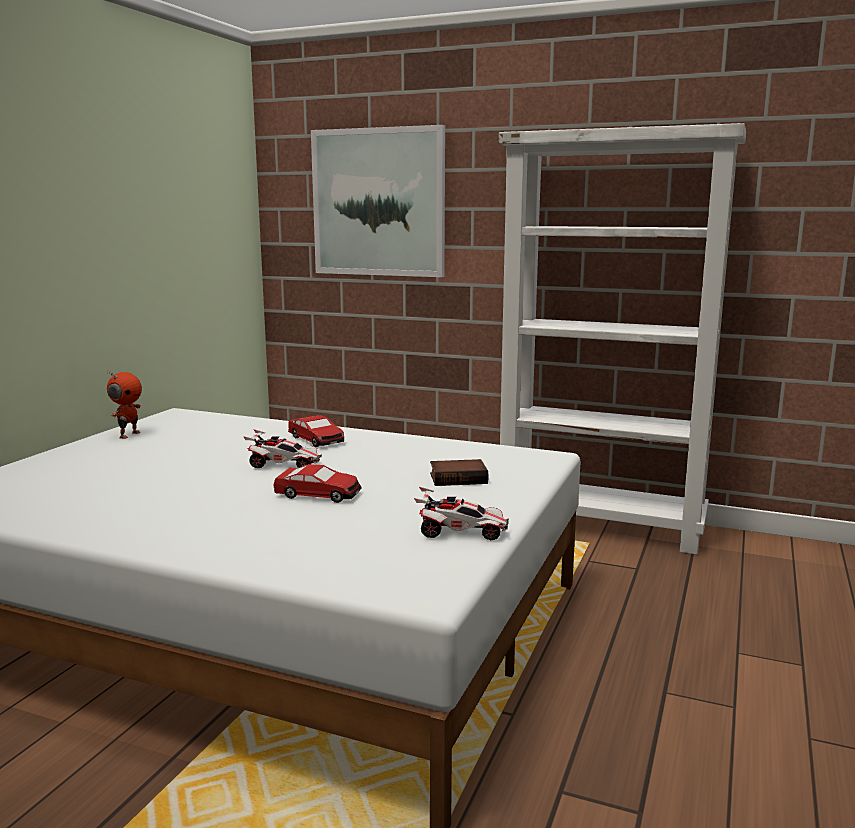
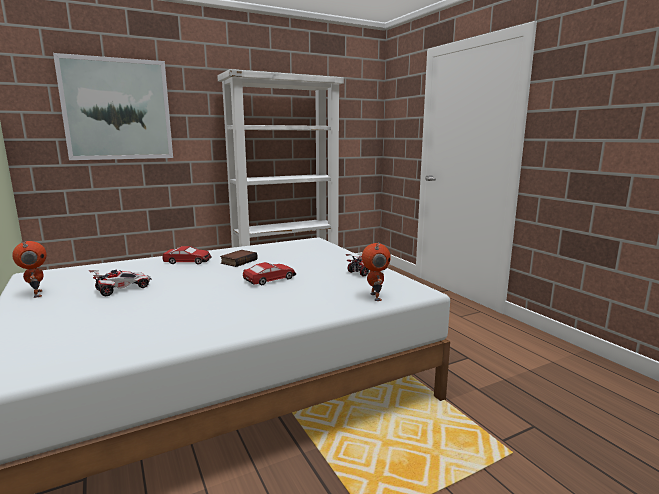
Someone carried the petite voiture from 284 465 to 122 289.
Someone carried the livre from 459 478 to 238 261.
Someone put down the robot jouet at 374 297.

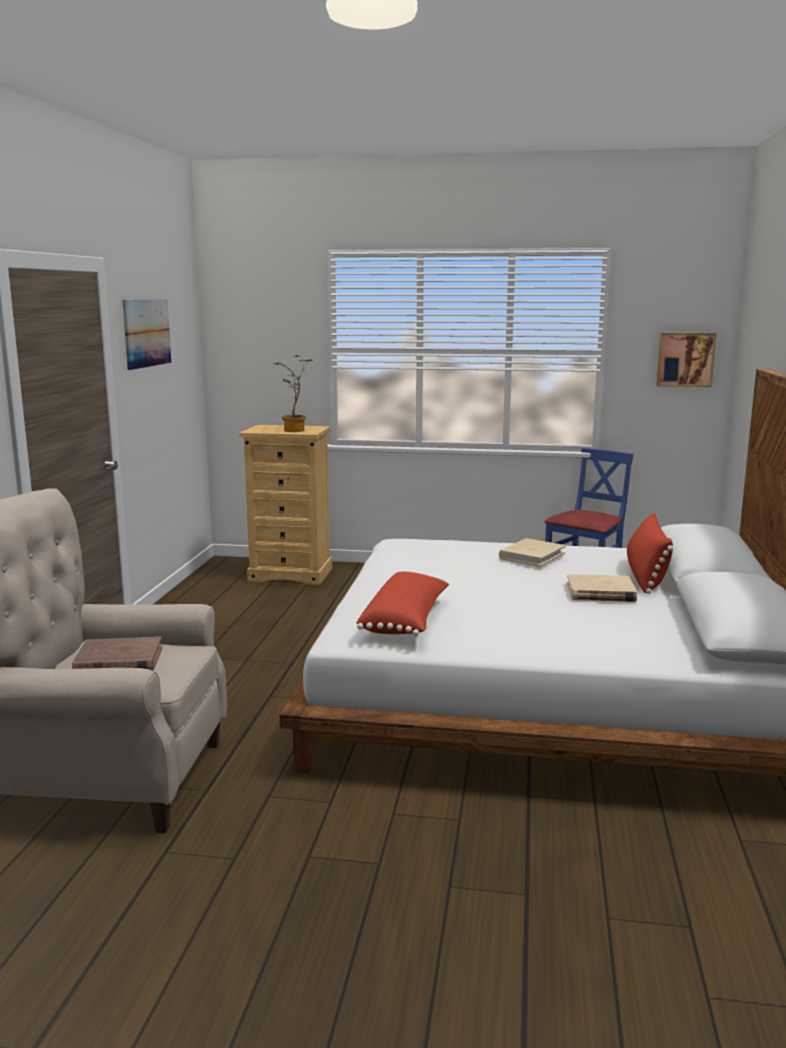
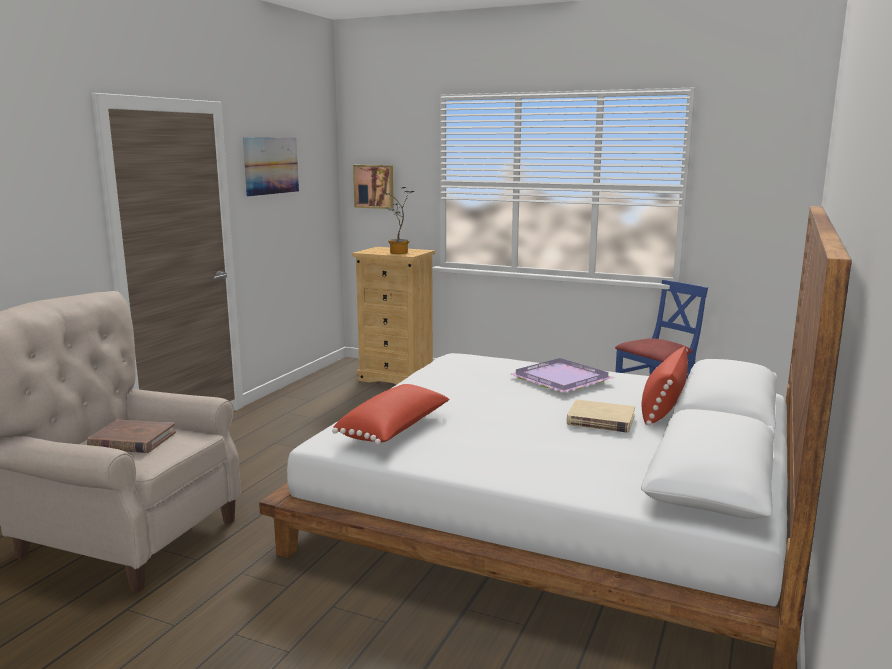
Someone swapped the livre/beige at 532 556 for the plateau/violet at 563 379.
Someone carried the tableau from 685 359 to 374 186.

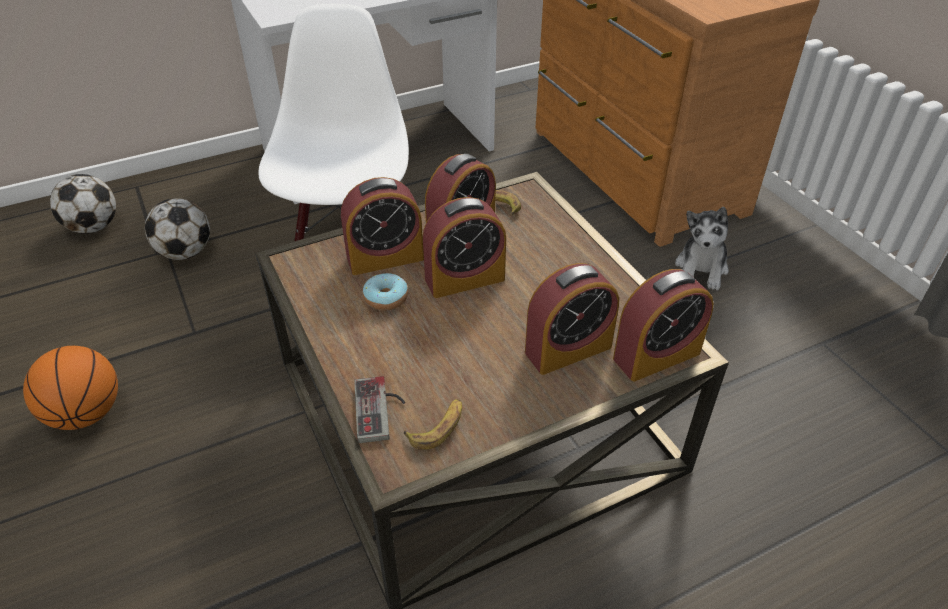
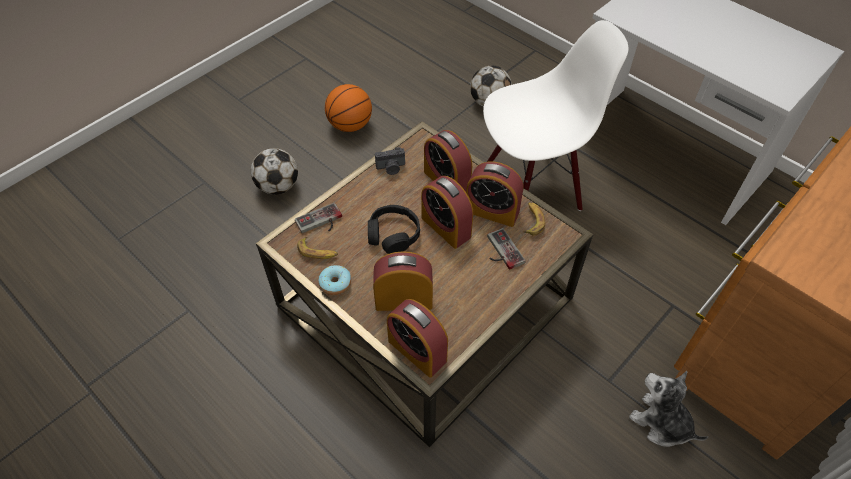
Someone carried the ballon de foot from 93 227 to 278 186.
Someone carried the beignet from 386 298 to 335 283.
Someone rotated the réveil at 568 349 by 135 degrees clockwise.
Someone rotated the peluche at 701 269 by 45 degrees clockwise.
Someone put down the casque audio/noir at 393 234.
Someone put down the appareil photo at 391 168.
Someone put down the manette at 500 251.

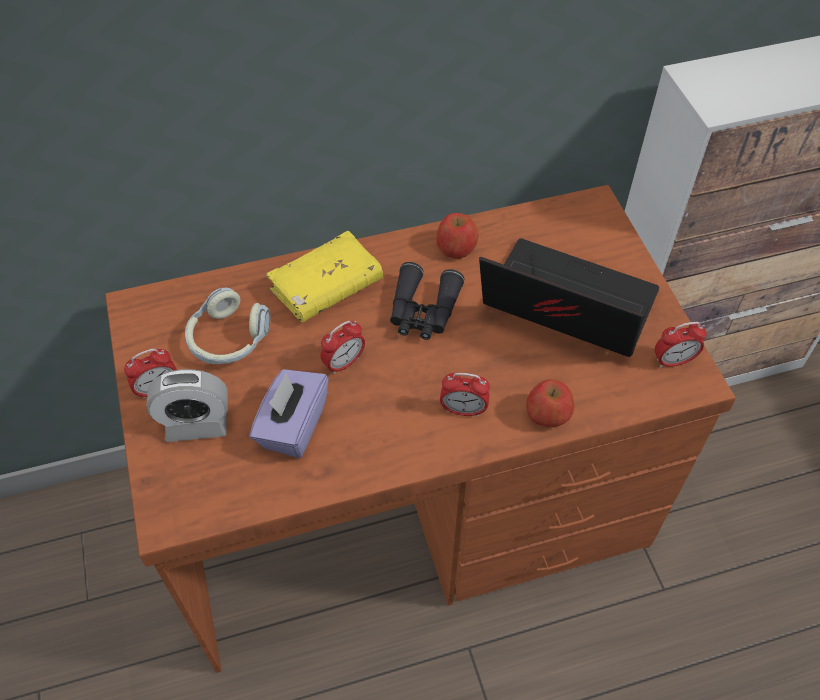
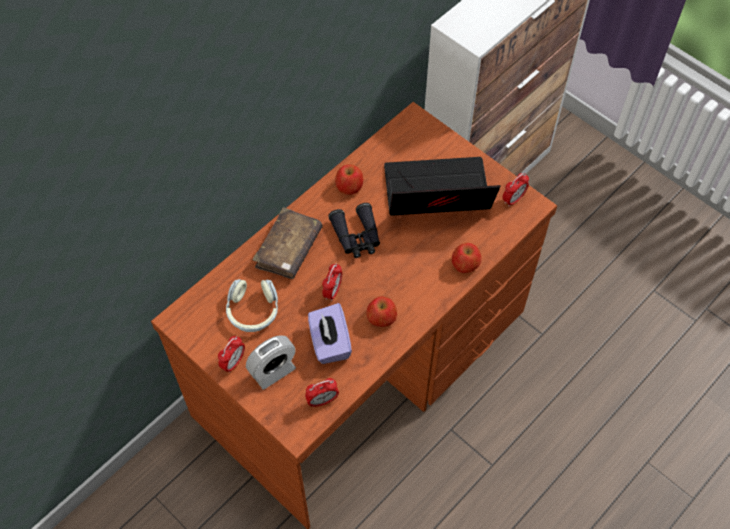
Someone repainted the livre/jaune at 326 287, which became the livre/marron at 289 249.
Someone carried the réveil from 463 410 to 322 400.
Someone put down the pomme at 381 317.

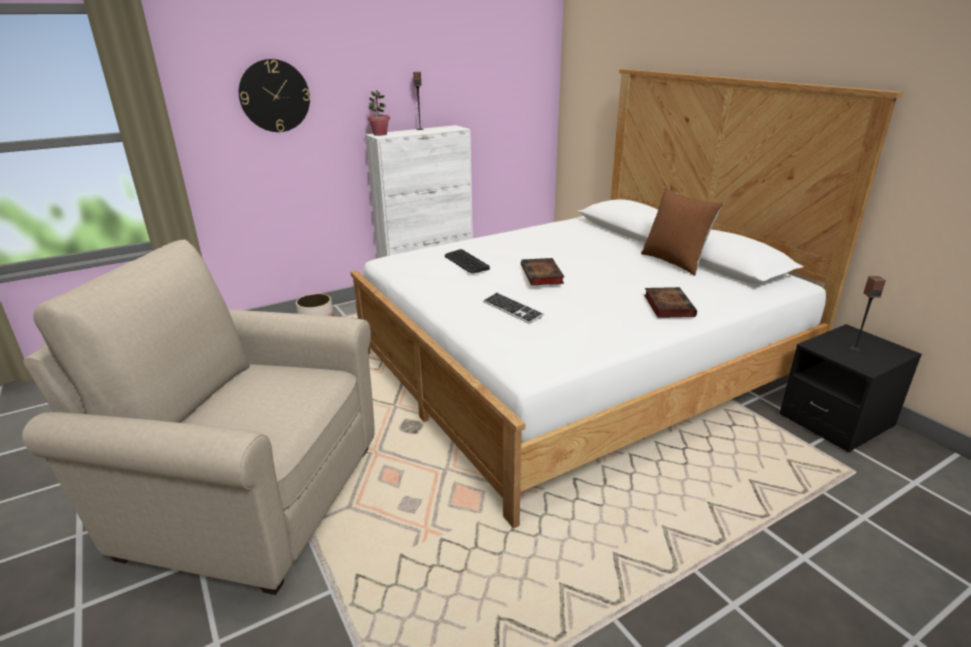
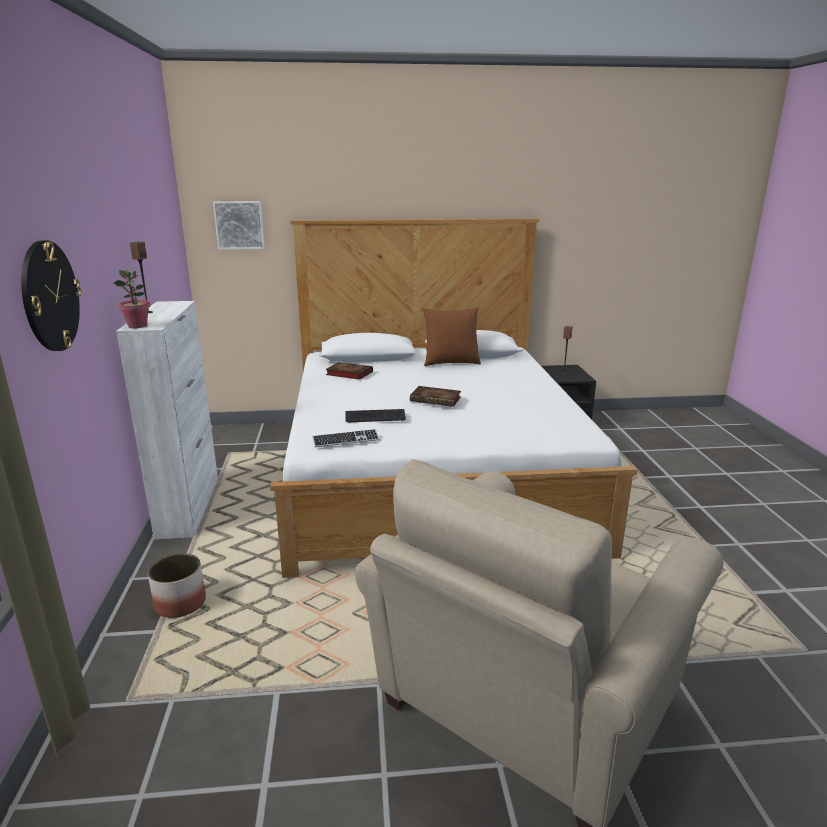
Someone carried the clavier from 512 309 to 346 440.
Someone carried the livre from 667 305 to 348 373.
Someone put up the tableau at 239 225.

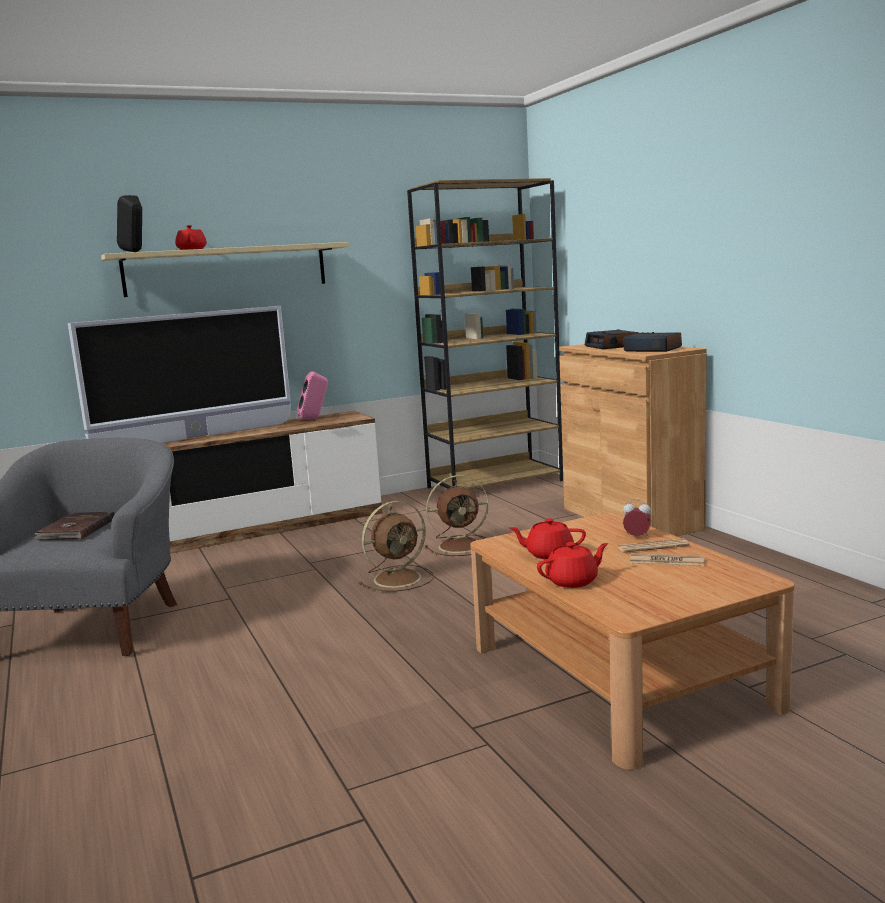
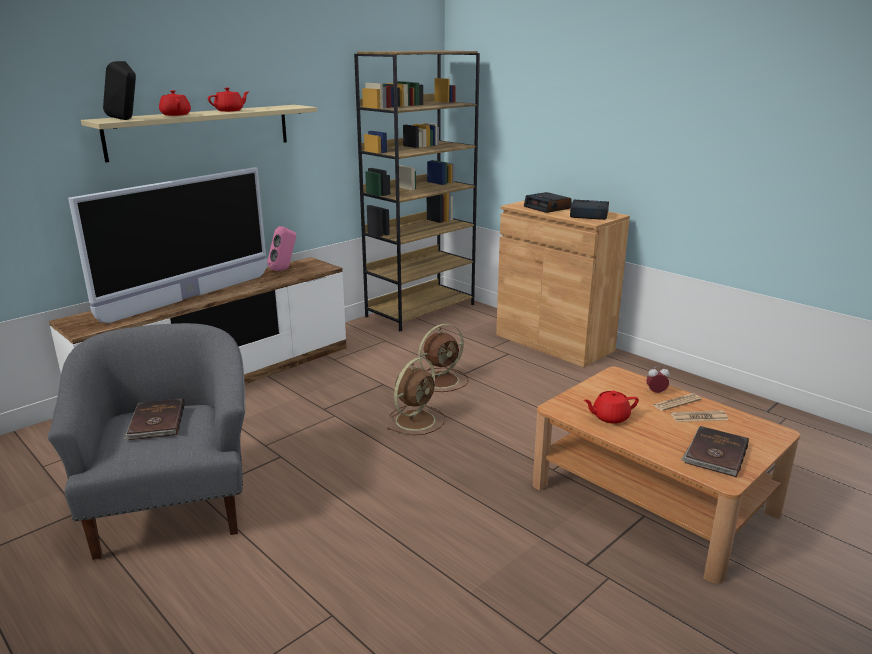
Someone carried the théière/rouge from 573 581 to 230 111.
Someone put down the livre/marron at 715 454.

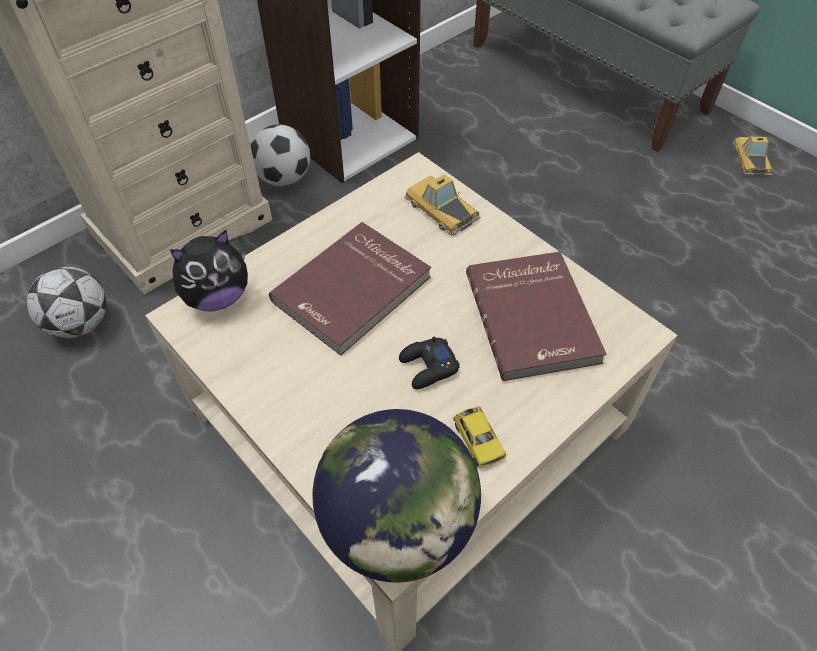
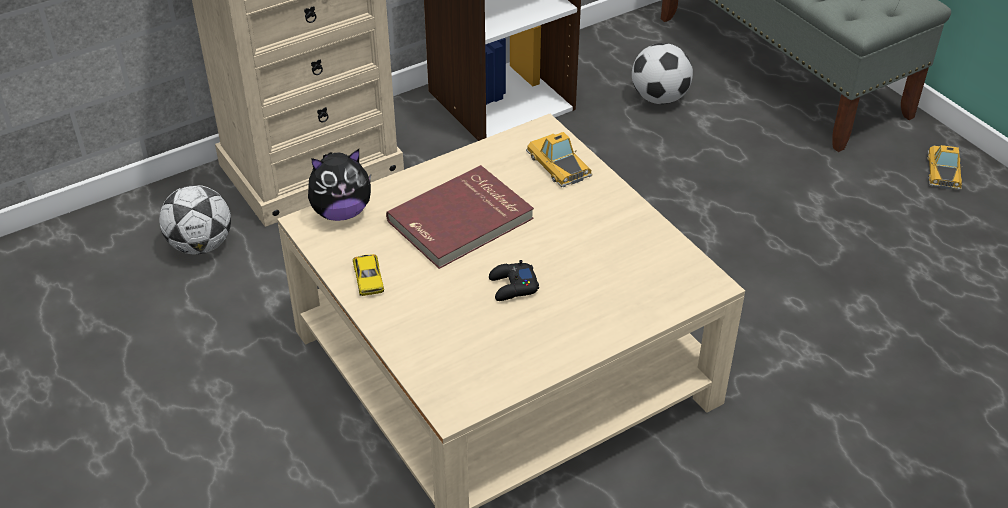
Someone carried the ballon de foot from 284 178 to 659 98.
Someone took away the globe at 397 524.
Someone carried the petite voiture from 478 441 to 368 280.
Someone took away the livre/rouge at 534 317.

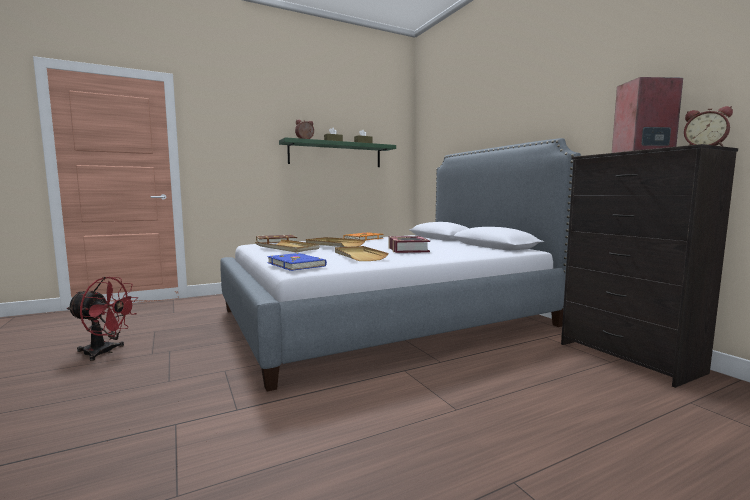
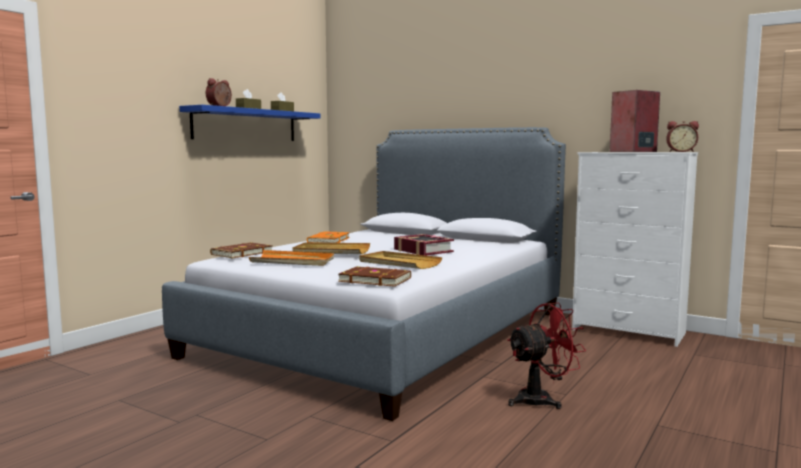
Someone carried the ventilateur/rouge from 105 352 to 541 399.
Someone repainted the plateau/beige at 288 248, which became the plateau/orange at 293 261.
Someone repainted the livre/bleu at 297 264, which became the livre/marron at 375 279.
Someone repainted the étagère/vert at 336 154, which became the étagère/bleu at 246 125.
Someone repainted the commode/noir at 629 358, which became the commode/blanc at 629 332.

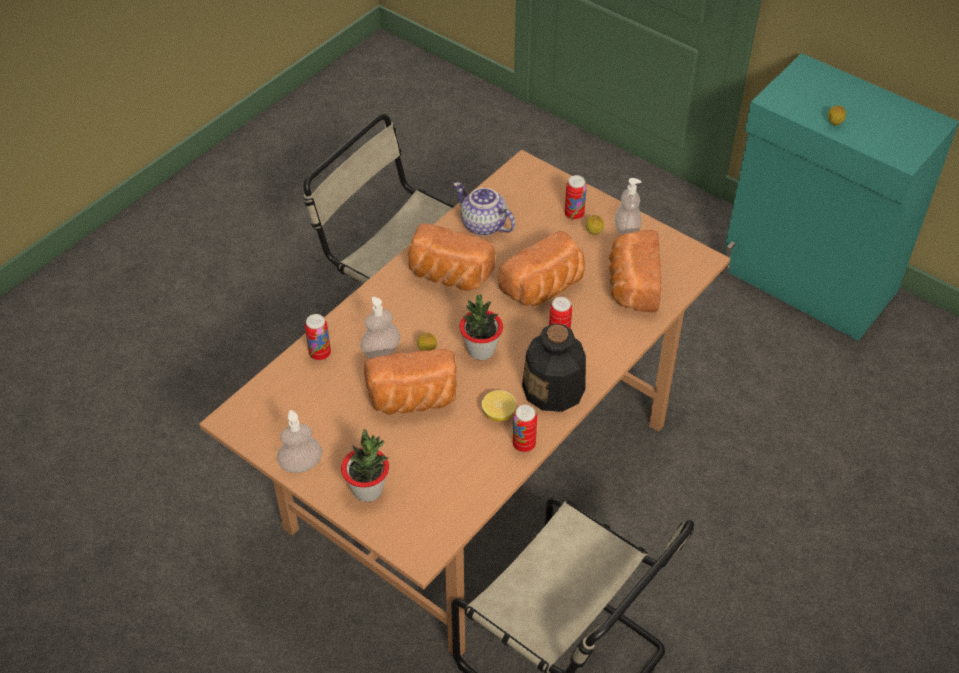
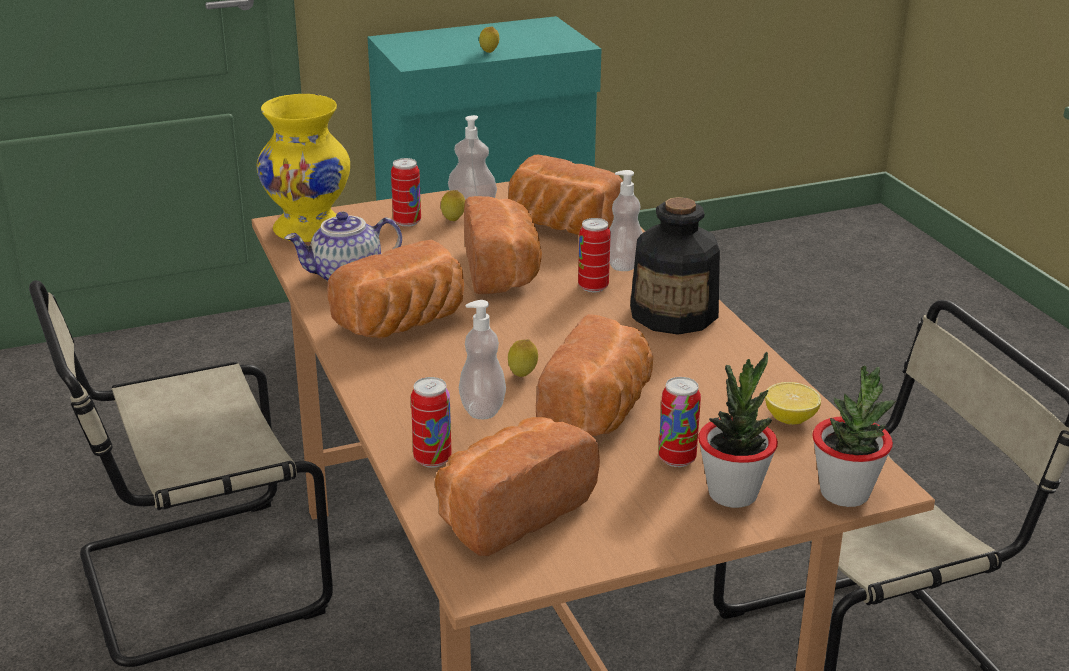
Someone carried the distributeur de savon from 301 464 to 623 264.
Someone carried the plante en pot from 481 350 to 845 493.
Someone carried the citron from 498 414 to 790 418.
Someone carried the boîte métallique from 524 444 to 677 459.
Someone put down the vase/jaune at 310 229.
Someone put down the pain at 509 511.

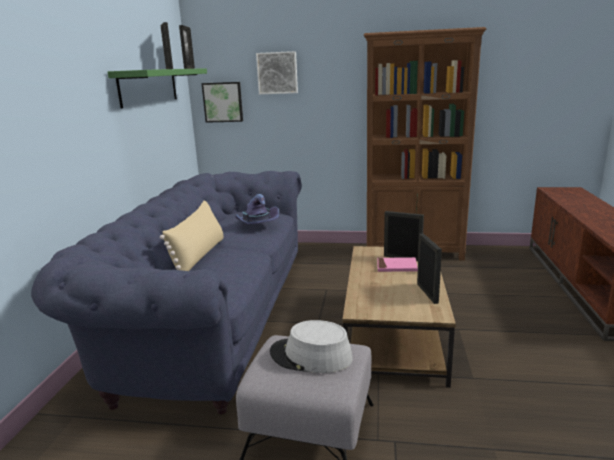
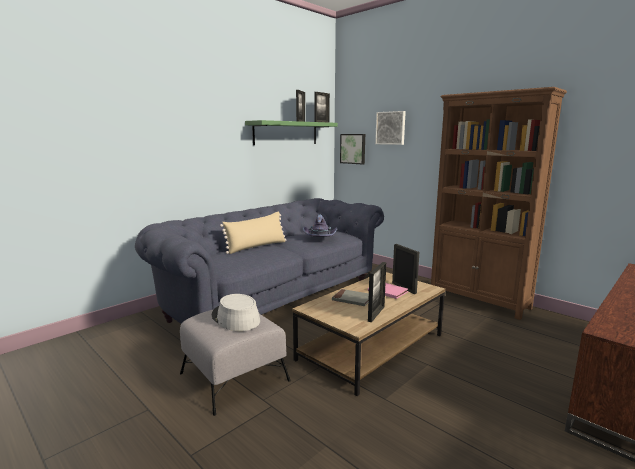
Someone put down the livre/gris at 352 299.

